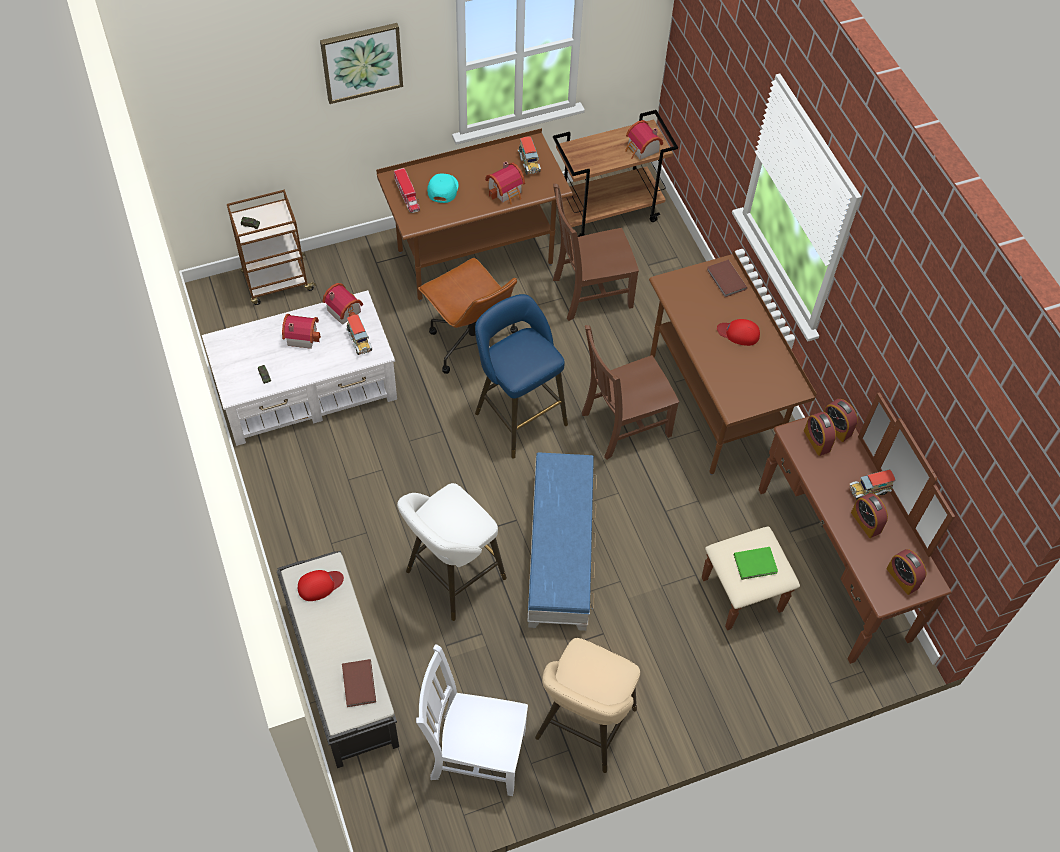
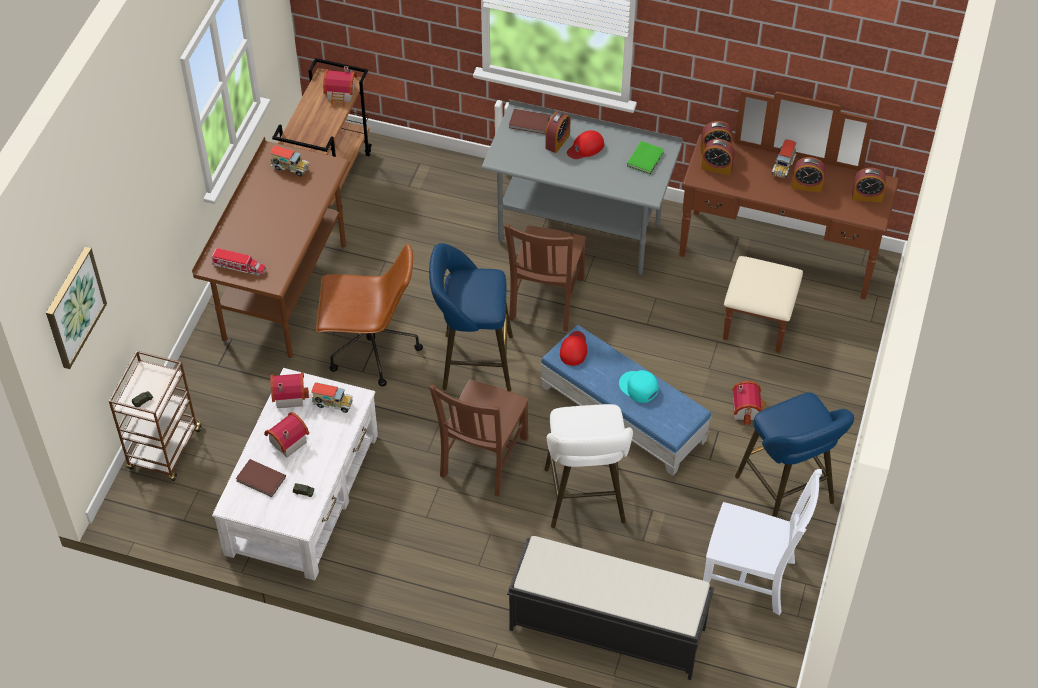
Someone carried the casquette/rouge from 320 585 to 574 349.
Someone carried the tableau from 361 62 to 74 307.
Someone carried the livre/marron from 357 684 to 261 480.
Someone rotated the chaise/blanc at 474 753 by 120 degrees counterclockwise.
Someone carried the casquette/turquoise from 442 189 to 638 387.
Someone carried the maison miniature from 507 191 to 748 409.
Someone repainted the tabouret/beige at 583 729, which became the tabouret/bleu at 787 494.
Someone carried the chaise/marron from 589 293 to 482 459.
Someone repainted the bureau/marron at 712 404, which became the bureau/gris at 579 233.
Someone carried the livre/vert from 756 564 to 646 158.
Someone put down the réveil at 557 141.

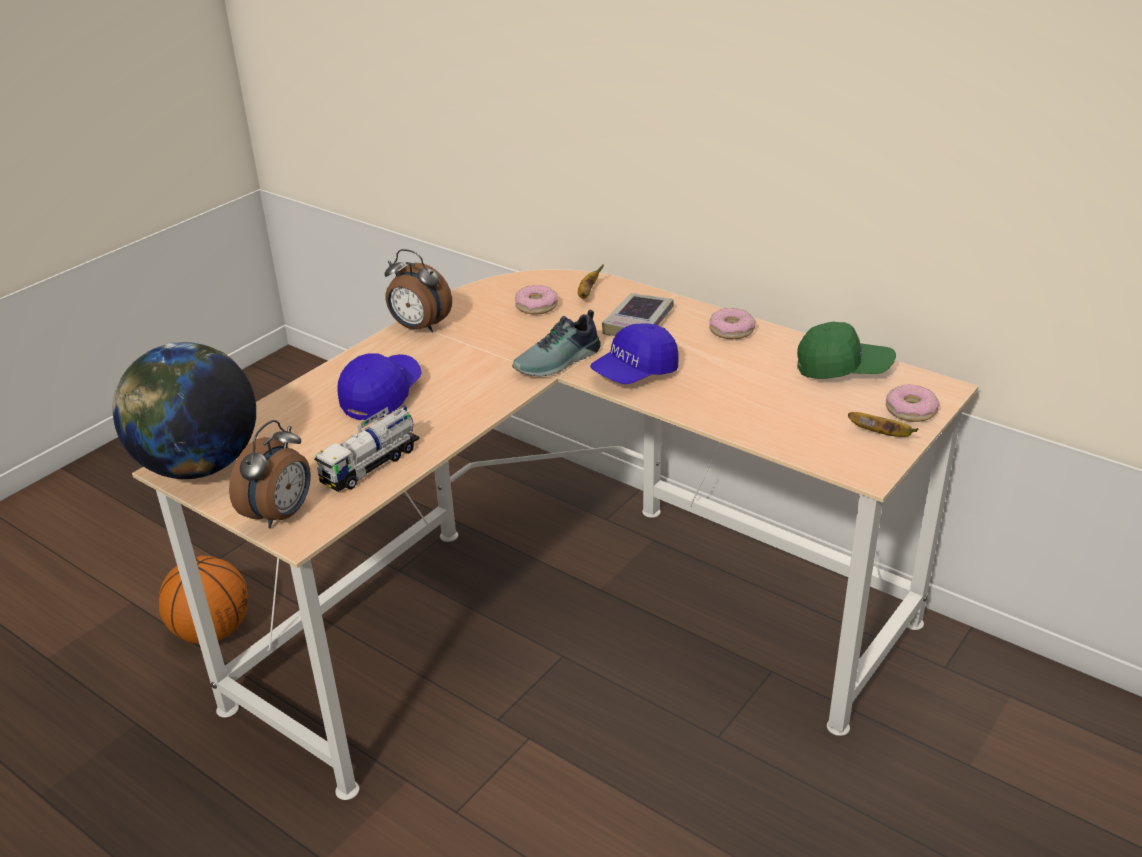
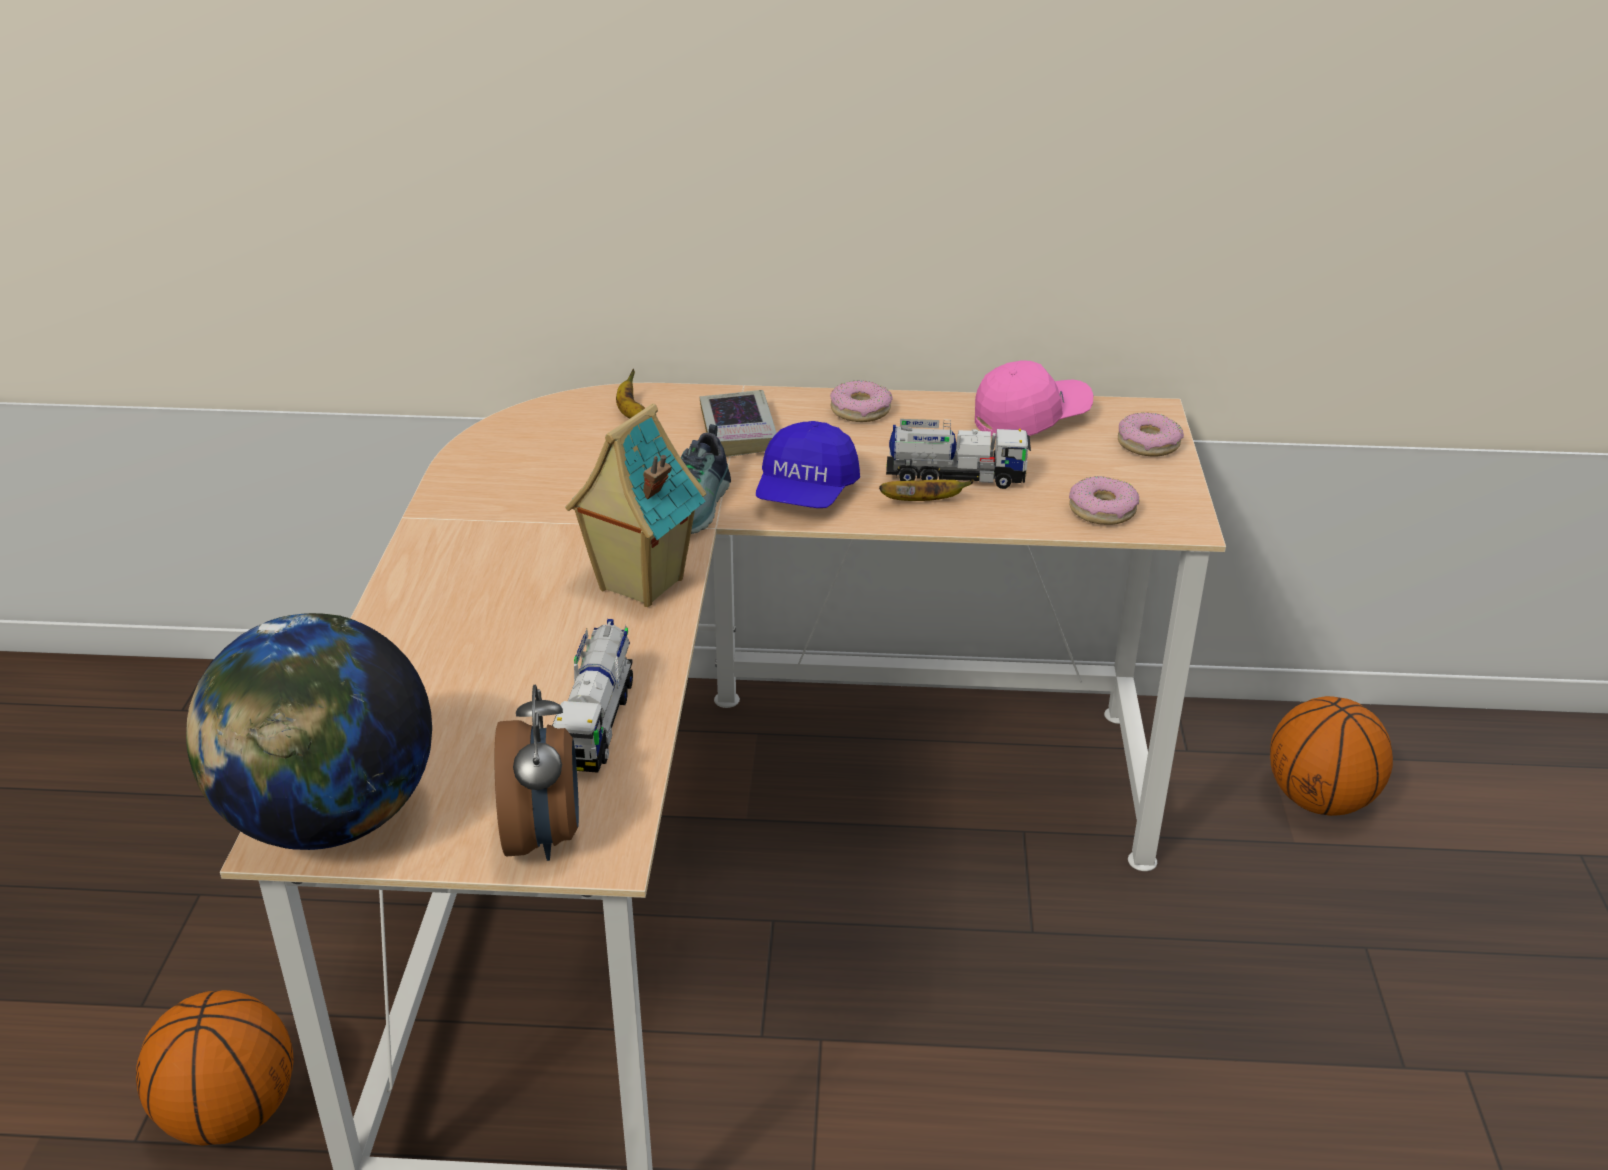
Someone took away the casquette/bleu at 382 396.
Someone took away the réveil at 419 328.
Someone carried the beignet from 536 306 to 1102 510.
Someone repainted the casquette/vert at 843 369, which became the casquette/rose at 1031 420.
Someone carried the banane from 881 434 to 923 502.
Someone put down the maison miniature at 639 585.
Someone put down the camion jouet at 956 477.
Someone put down the ballon de basket at 1320 800.

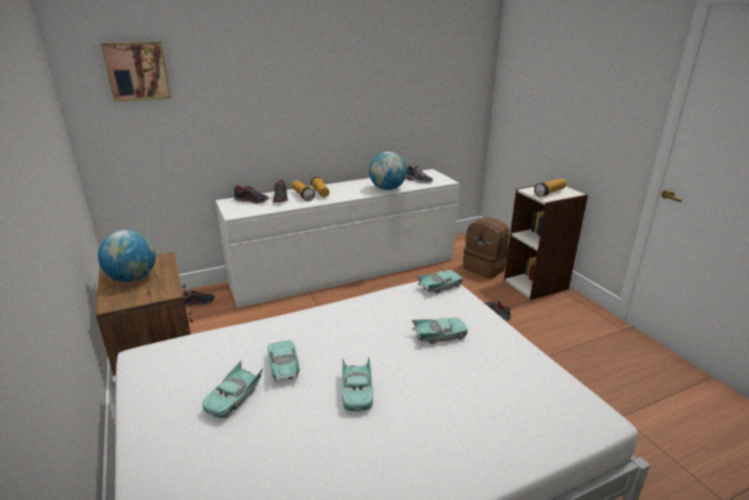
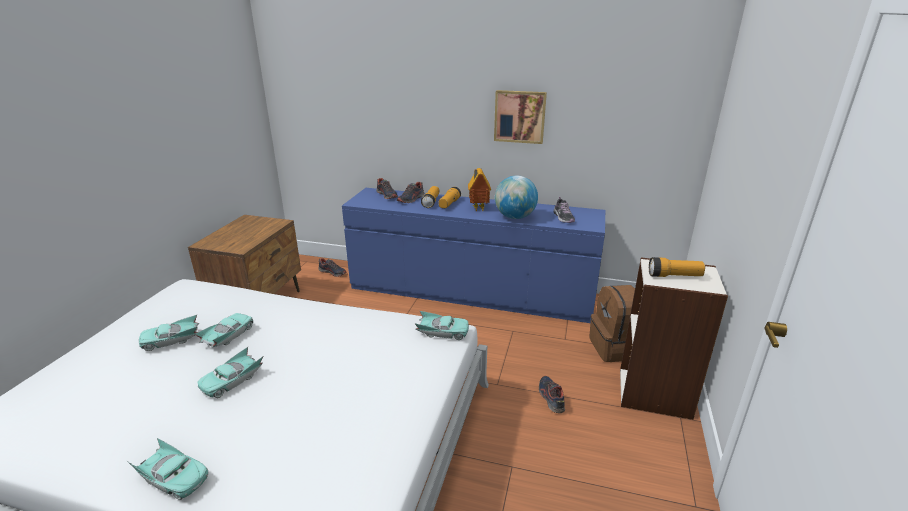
Someone took away the globe at 133 278.
Someone carried the tableau from 137 71 to 520 116.
Someone repainted the commode/blanc at 345 271, which became the commode/bleu at 470 292.
Someone carried the petite voiture/turquoise from 439 336 to 173 478.
Someone put down the maison miniature at 477 208.

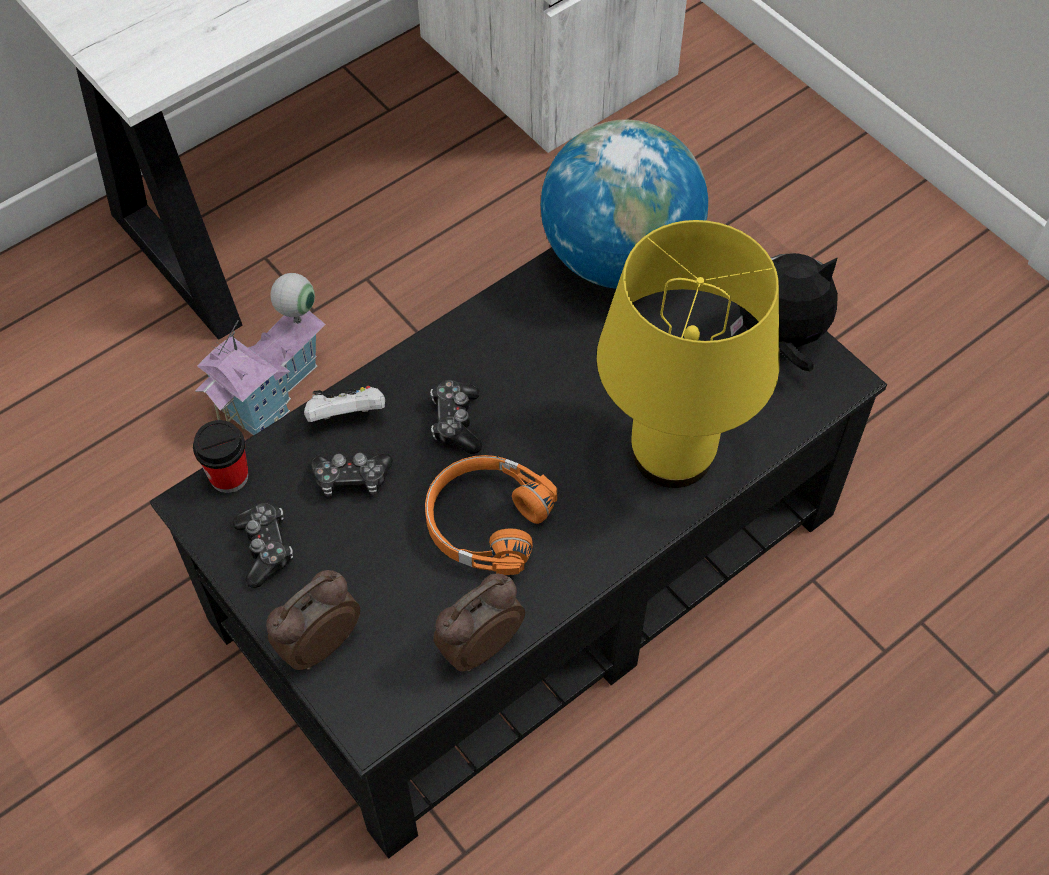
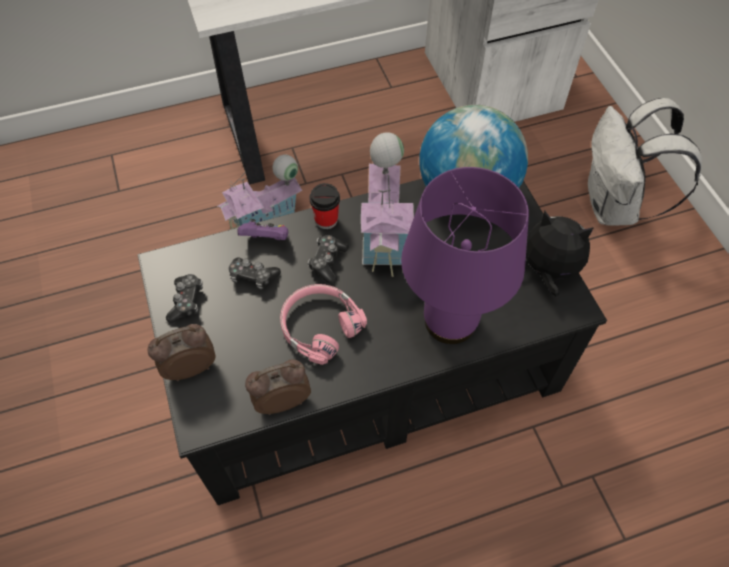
Someone carried the tasse from 229 476 to 326 220.
Someone repainted the manette/blanc at 346 416, which became the manette/violet at 266 239.
Someone repainted the casque audio/orange at 485 521, which became the casque audio/rose at 319 326.
Someone repainted the lampe de table/jaune at 670 453, which became the lampe de table/violet at 449 320.
Someone put down the maison miniature at 385 235.
Someone put down the sac à dos/blanc at 614 207.

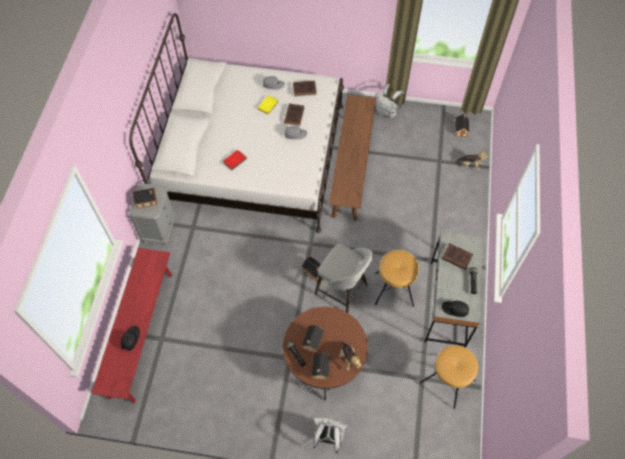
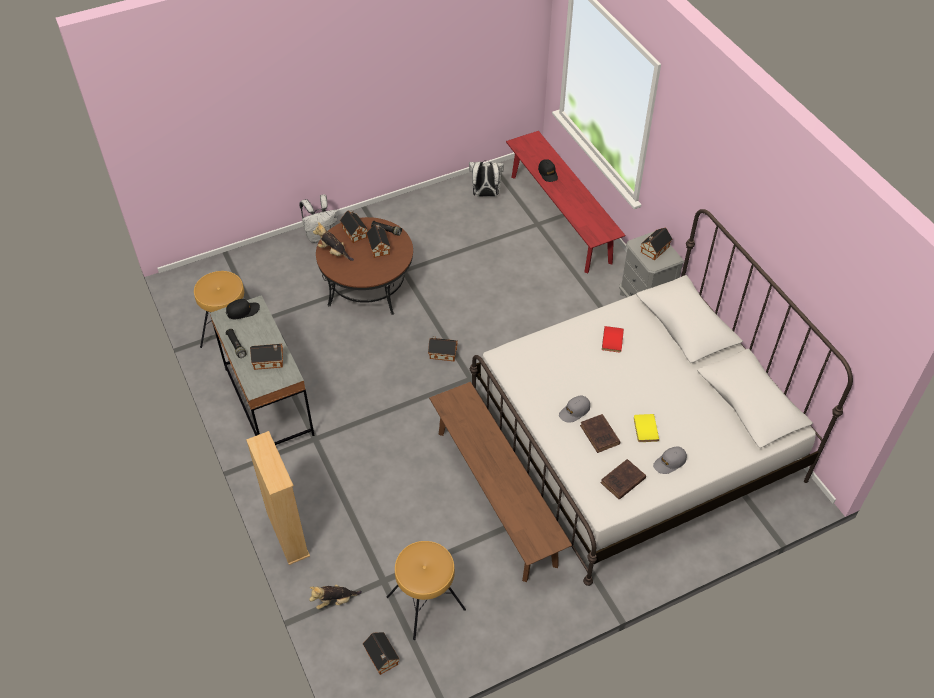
Someone took away the tabouret/gris at 342 290.
Someone carried the sac à dos/blanc from 387 113 to 485 194.
Someone carried the tabouret/marron from 394 289 to 426 603.
Someone swapped the livre/marron at 456 257 for the maison miniature at 270 361.
Someone put down the bibliothèque/beige at 287 534.

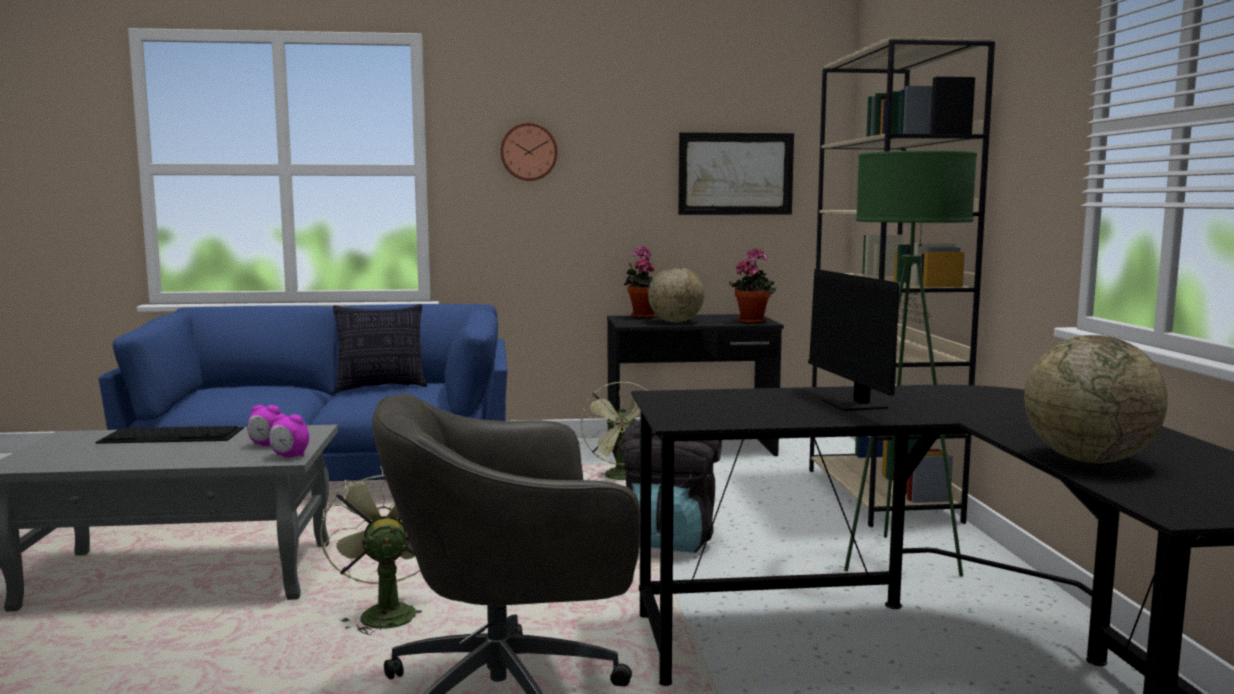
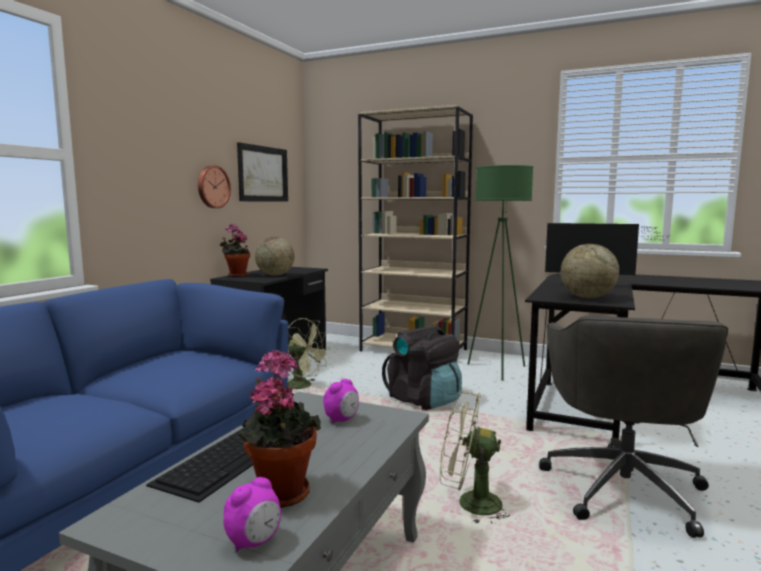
Someone carried the réveil from 289 456 to 254 542.
Someone repainted the ventilateur/vert at 385 613, which became the ventilateur/beige at 469 504.
Someone took away the coussin at 381 387.
Someone carried the horloge murale from 529 152 to 212 187.
Someone carried the plante en pot from 752 321 to 280 491.
Someone carried the globe from 1088 460 to 587 297.

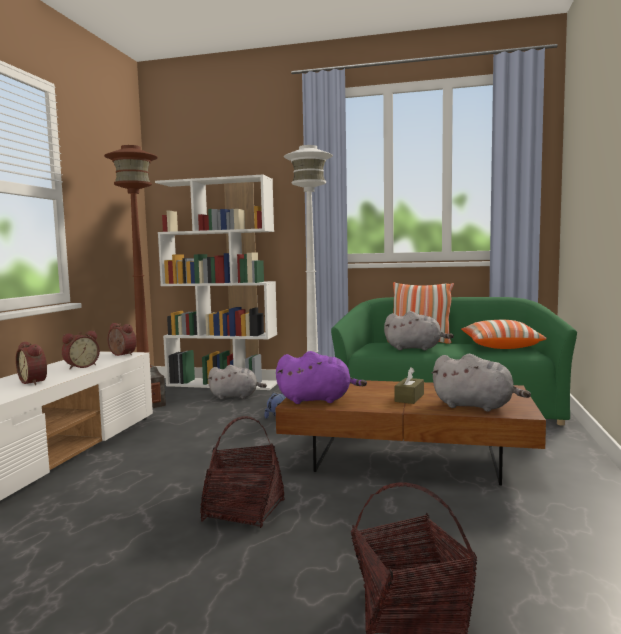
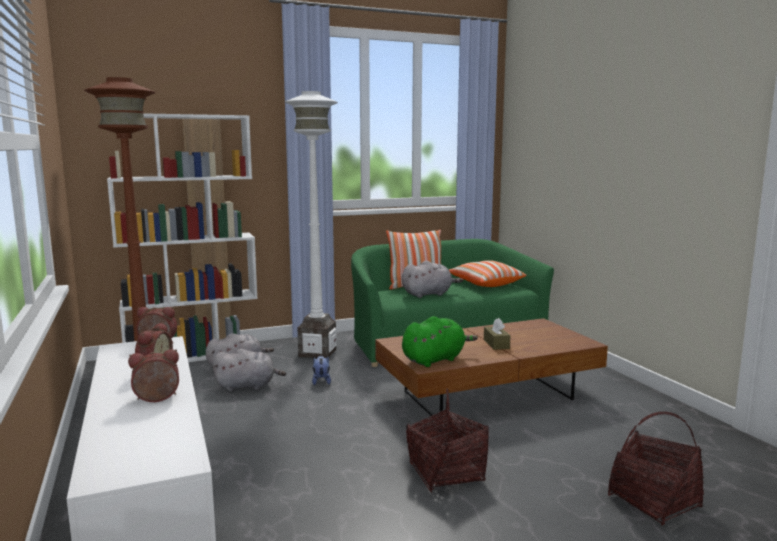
Someone rotated the réveil at 35 382 by 150 degrees clockwise.
Someone repainted the peluche/violet at 317 400, which became the peluche/vert at 435 359.
Someone carried the peluche/gris from 476 406 to 248 386.

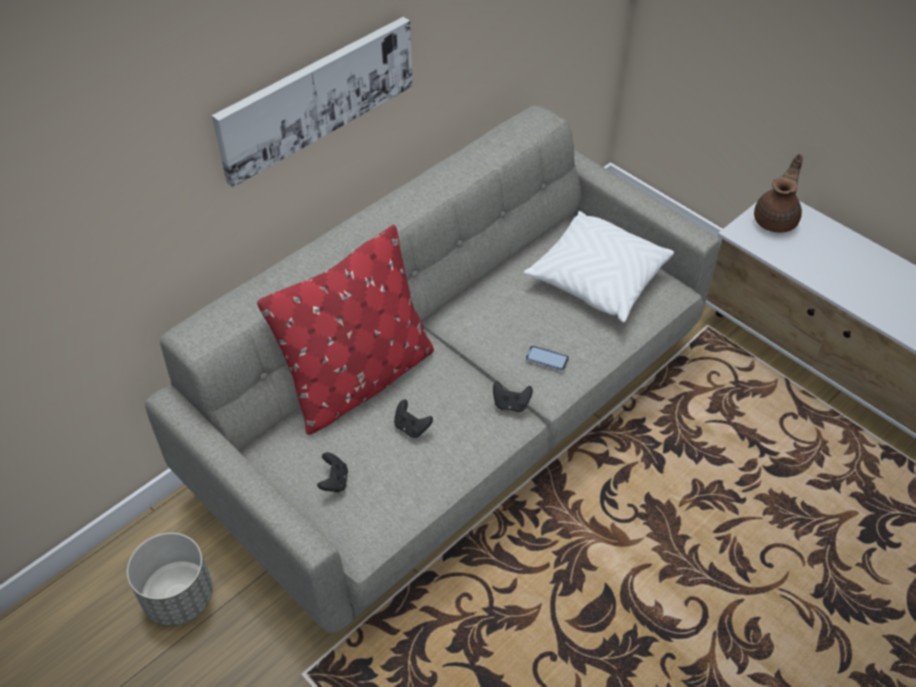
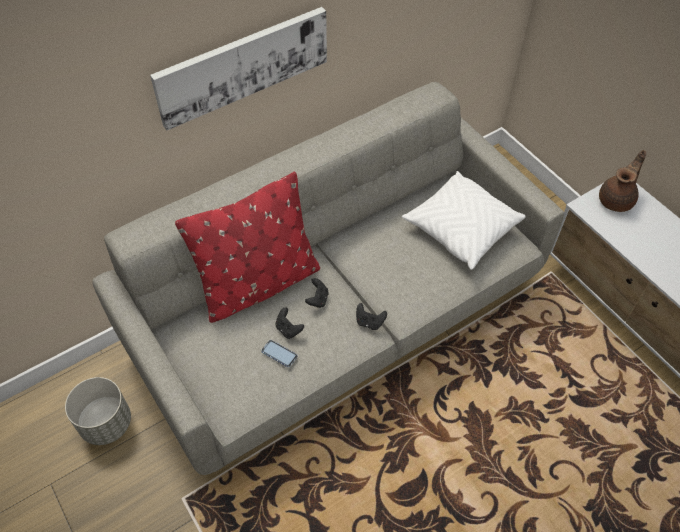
Someone carried the manette/noir from 334 481 to 317 299.
Someone carried the téléphone from 547 359 to 279 354.

